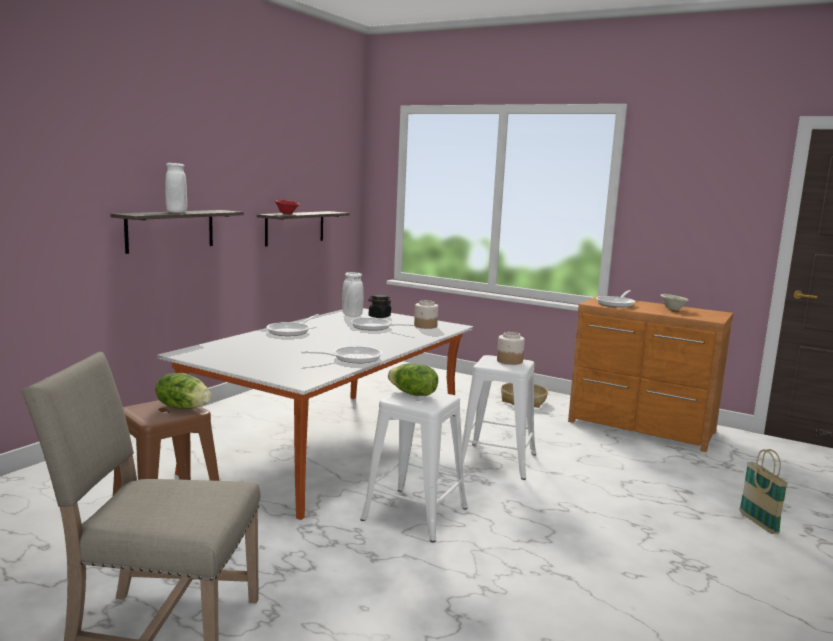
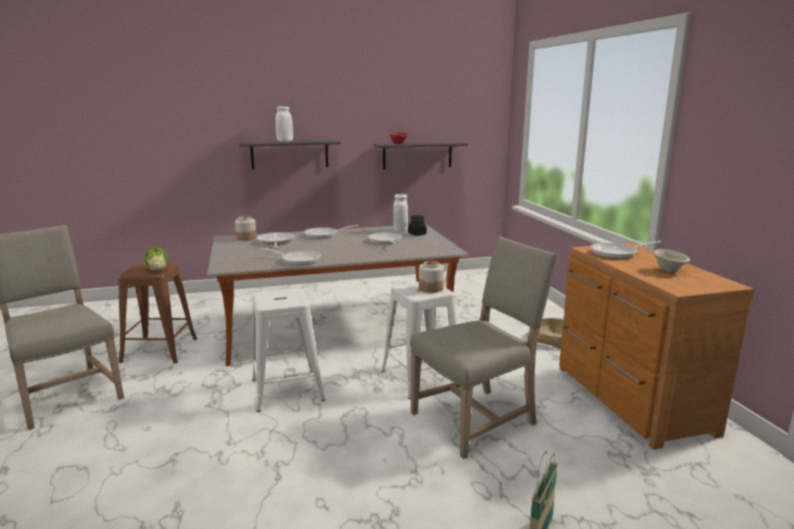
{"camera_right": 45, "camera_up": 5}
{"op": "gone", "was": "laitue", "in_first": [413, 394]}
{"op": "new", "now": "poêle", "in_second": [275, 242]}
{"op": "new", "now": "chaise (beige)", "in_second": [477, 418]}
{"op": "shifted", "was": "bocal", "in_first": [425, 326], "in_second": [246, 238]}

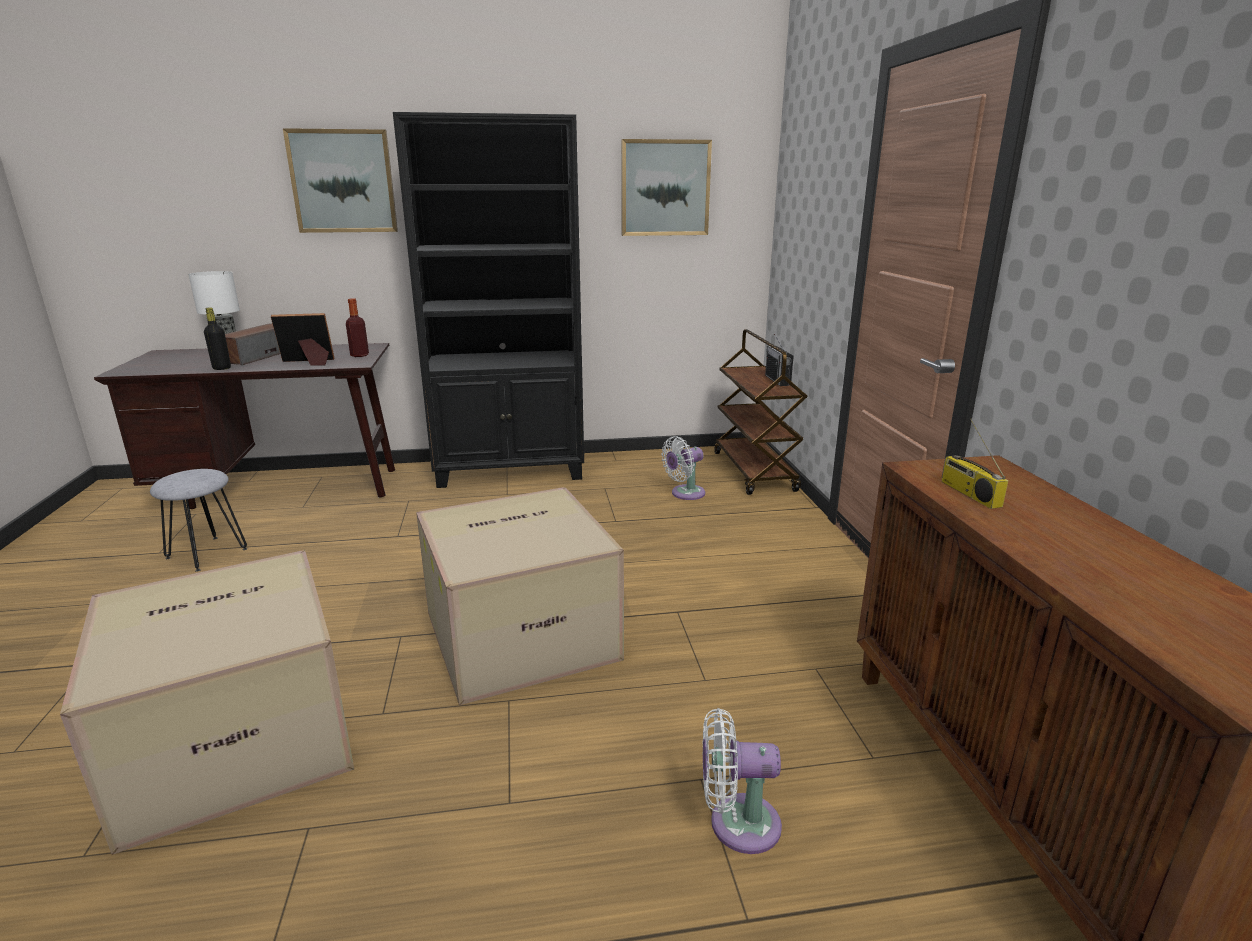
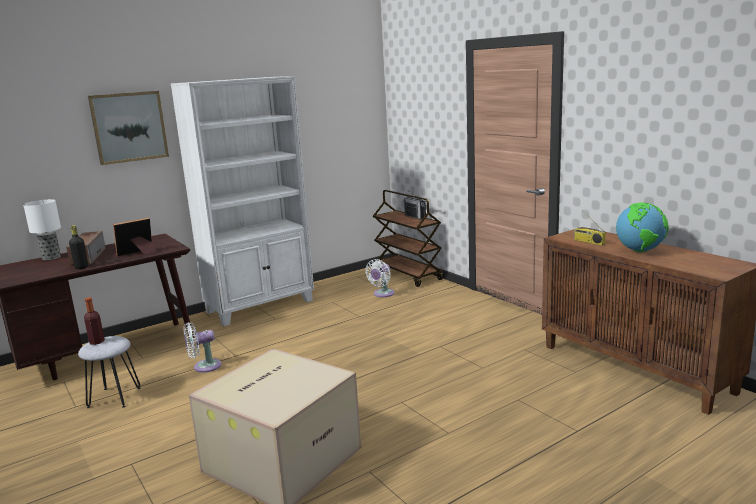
{"camera_right": -25, "camera_up": -5}
{"op": "gone", "was": "carton", "in_first": [522, 633]}
{"op": "gone", "was": "tableau", "in_first": [665, 188]}
{"op": "new", "now": "globe", "in_second": [640, 251]}
{"op": "shifted", "was": "bouteille", "in_first": [359, 355], "in_second": [97, 342]}
{"op": "shifted", "was": "ventilateur (blanc)", "in_first": [737, 823], "in_second": [204, 367]}
{"op": "repainted", "was": "bibliothèque (noir)", "now": "bibliothèque (blanc)", "in_first": [511, 471], "in_second": [261, 306]}

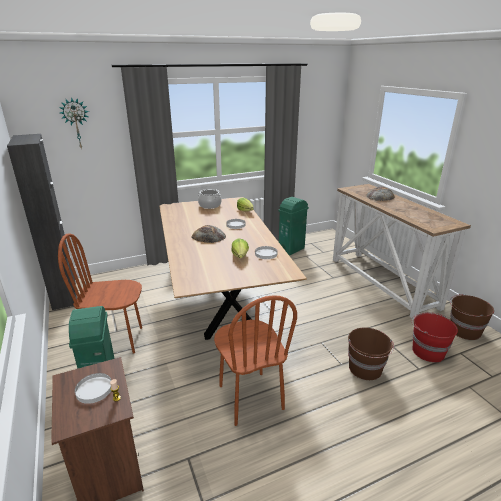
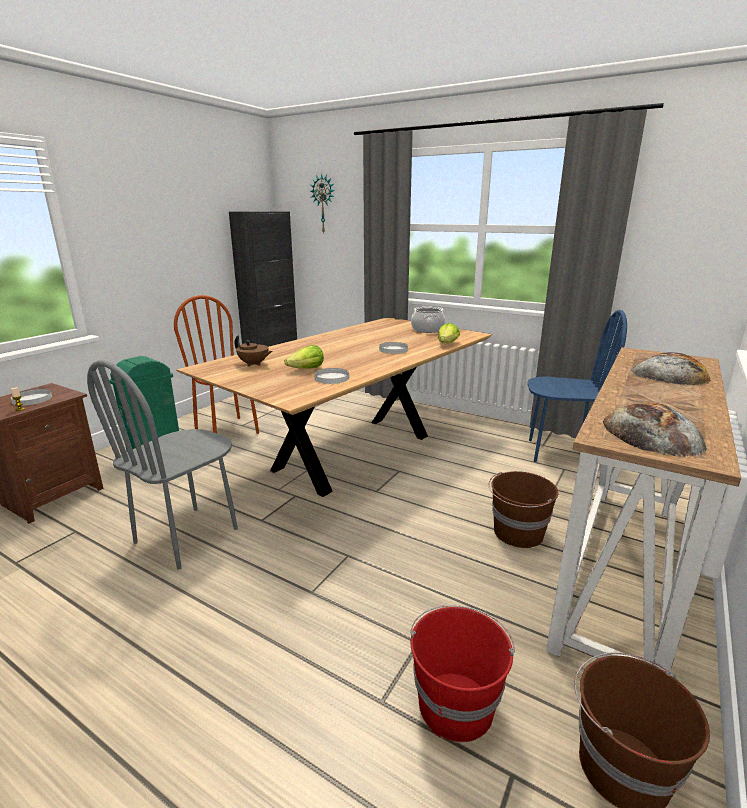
{"camera_right": 55, "camera_up": -5}
{"op": "new", "now": "théière (marron)", "in_second": [254, 364]}
{"op": "shifted", "was": "pain", "in_first": [208, 236], "in_second": [651, 434]}
{"op": "shifted", "was": "seau (marron)", "in_first": [365, 369], "in_second": [517, 533]}
{"op": "swapped", "was": "poubelle (vert)", "now": "chaise (bleu)", "in_first": [291, 249], "in_second": [559, 452]}
{"op": "repainted", "was": "chaise (marron)", "now": "chaise (gris)", "in_first": [250, 397], "in_second": [187, 536]}

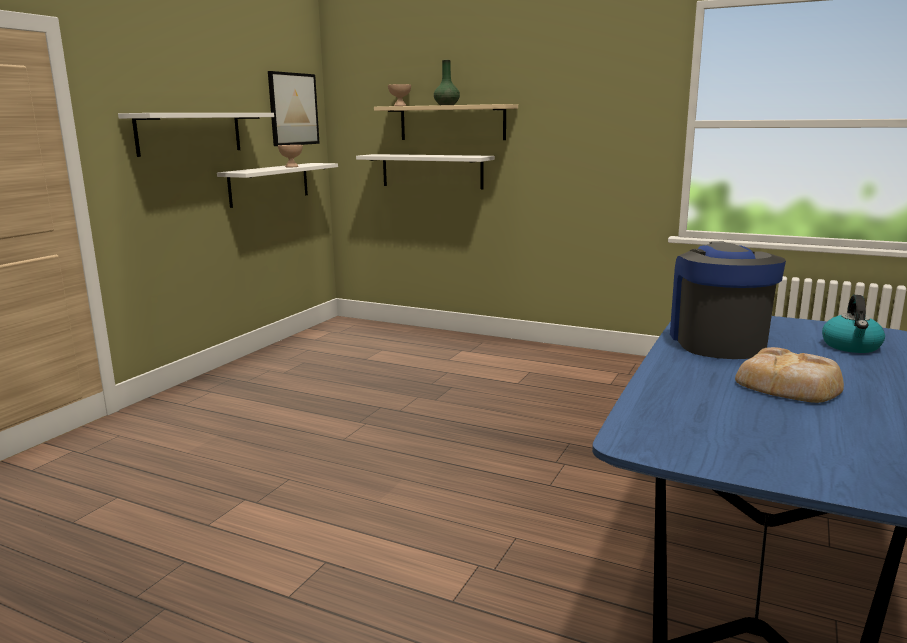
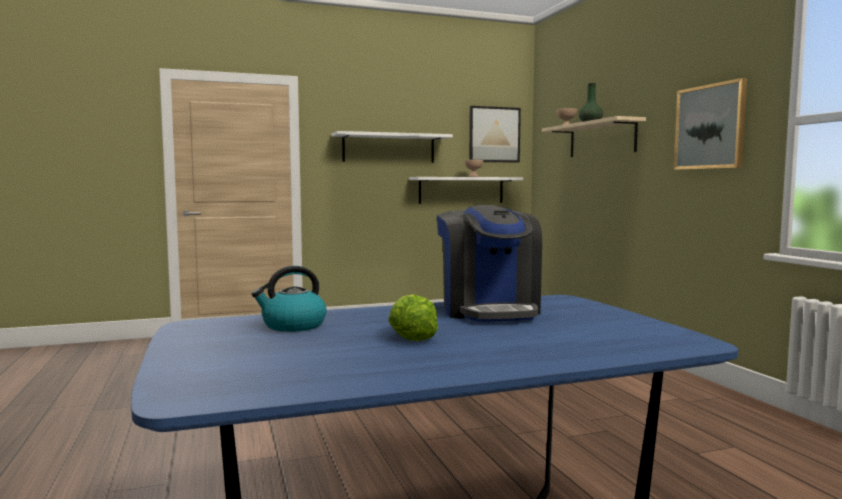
{"camera_right": 45, "camera_up": -10}
{"op": "gone", "was": "étagère (blanc)", "in_first": [432, 171]}
{"op": "new", "now": "tableau", "in_second": [710, 127]}
{"op": "shifted", "was": "bouilloire", "in_first": [851, 346], "in_second": [293, 326]}
{"op": "swapped", "was": "pain", "now": "laitue", "in_first": [790, 385], "in_second": [411, 336]}
{"op": "rotated", "was": "machine à café", "in_first": [717, 342], "in_second": [489, 310], "clockwise": 120}

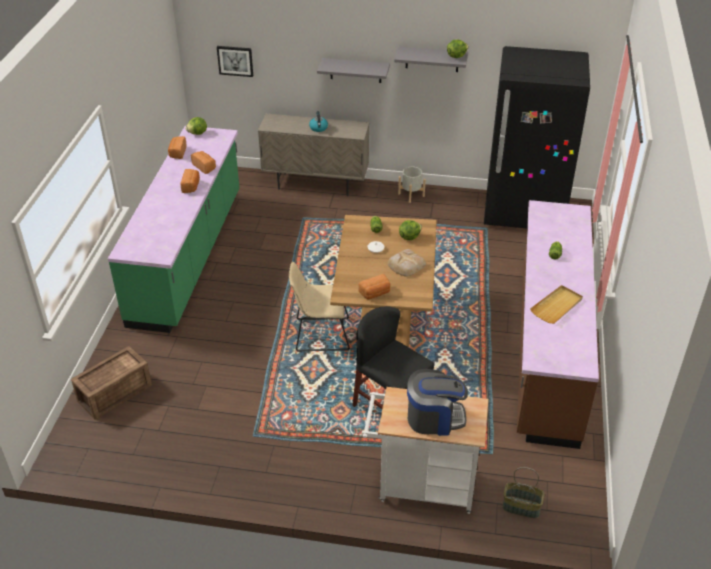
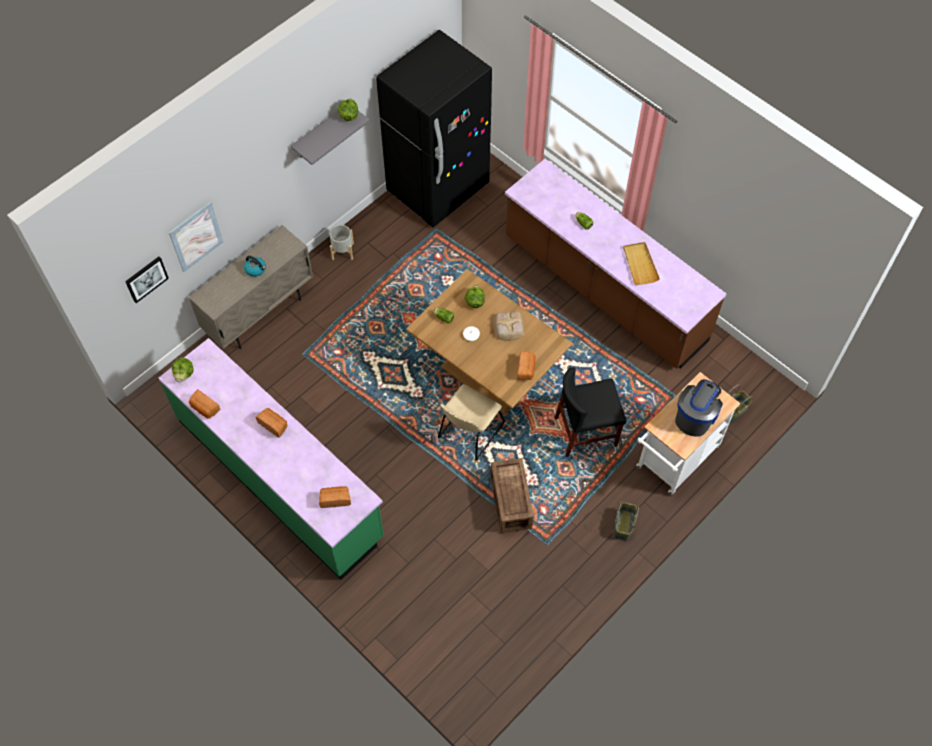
{"camera_right": -55, "camera_up": 20}
{"op": "gone", "was": "étagère (gris)", "in_first": [355, 70]}
{"op": "new", "now": "tableau", "in_second": [196, 236]}
{"op": "new", "now": "panier", "in_second": [623, 525]}
{"op": "shifted", "was": "caisse", "in_first": [113, 393], "in_second": [510, 502]}
{"op": "shifted", "was": "pain", "in_first": [205, 167], "in_second": [335, 499]}

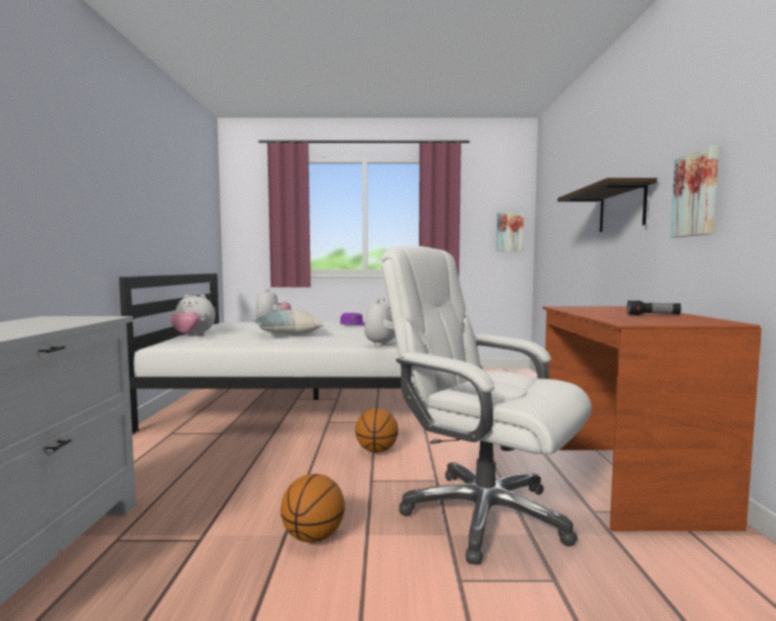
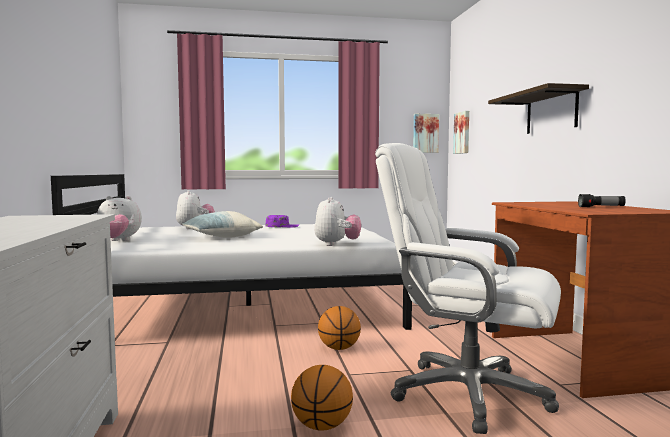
{"camera_right": -10, "camera_up": 0}
{"op": "shifted", "was": "tableau", "in_first": [697, 194], "in_second": [462, 133]}

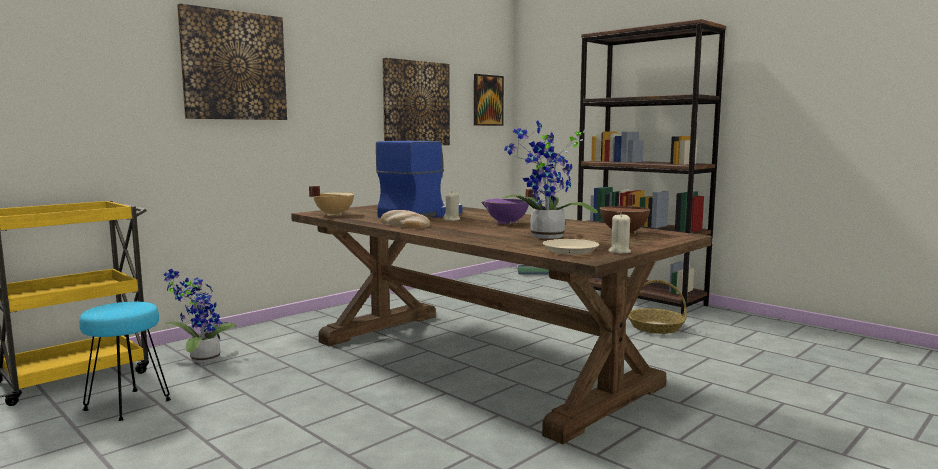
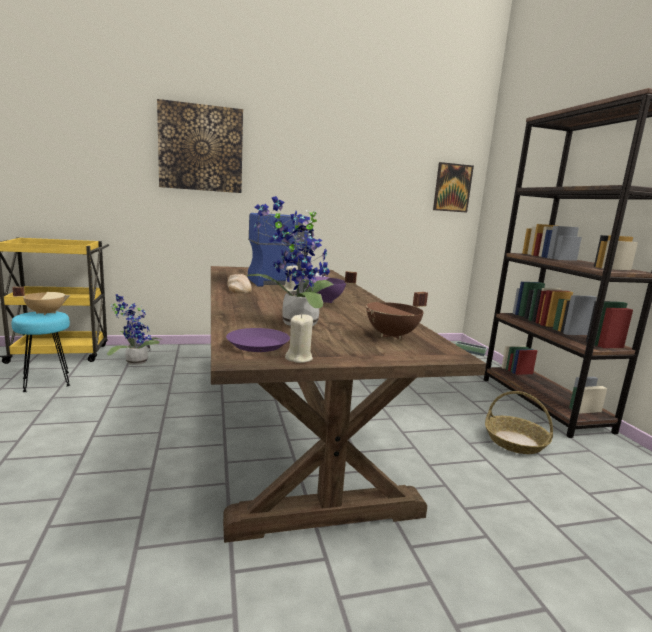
{"camera_right": 30, "camera_up": 5}
{"op": "gone", "was": "tableau", "in_first": [416, 103]}
{"op": "shifted", "was": "marmite (beige)", "in_first": [333, 214], "in_second": [45, 313]}
{"op": "repainted", "was": "assiette (beige)", "now": "assiette (violet)", "in_first": [569, 251], "in_second": [257, 344]}

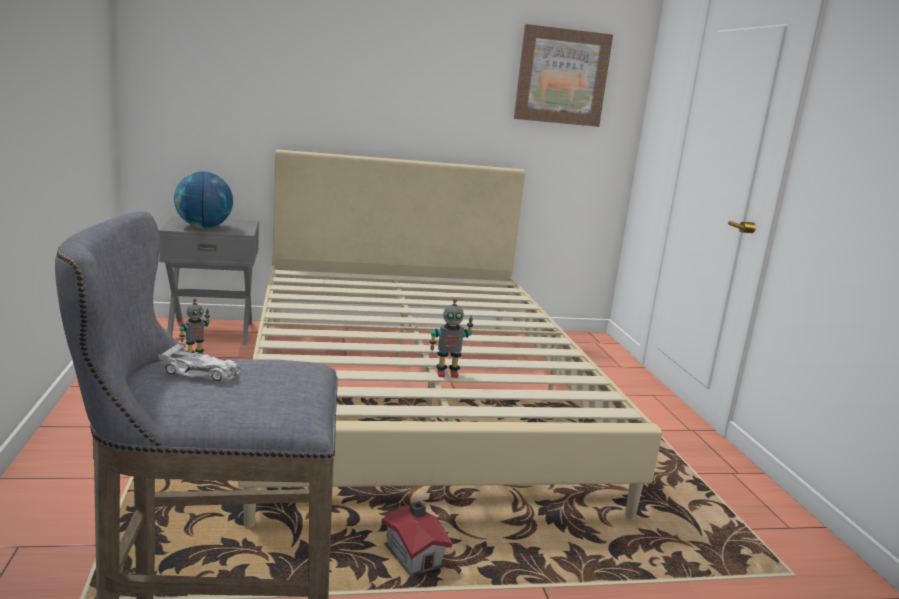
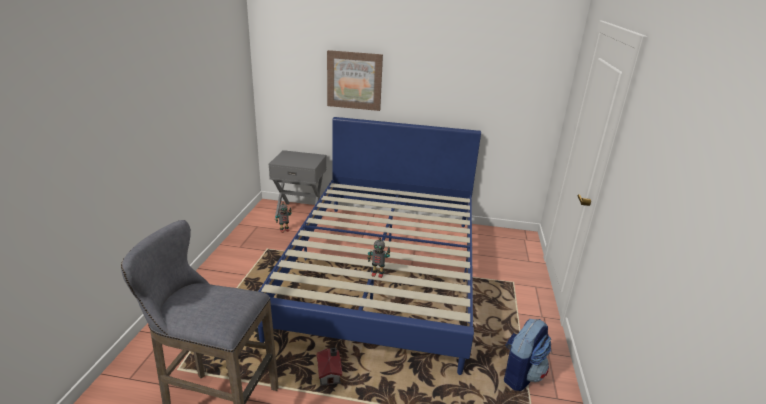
{"camera_right": 20, "camera_up": 10}
{"op": "gone", "was": "petite voiture (blanc)", "in_first": [202, 372]}
{"op": "gone", "was": "globe", "in_first": [203, 227]}
{"op": "new", "now": "sac à dos", "in_second": [521, 374]}
{"op": "shifted", "was": "tableau", "in_first": [561, 76], "in_second": [354, 80]}
{"op": "repainted", "was": "lit (beige)", "now": "lit (bleu)", "in_first": [413, 398], "in_second": [384, 271]}

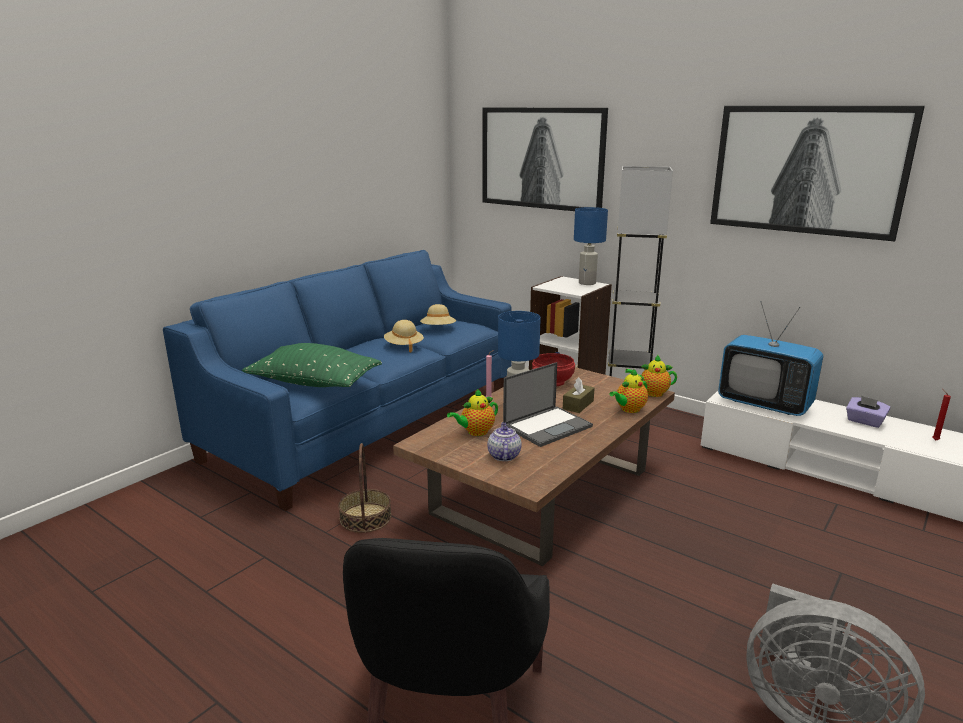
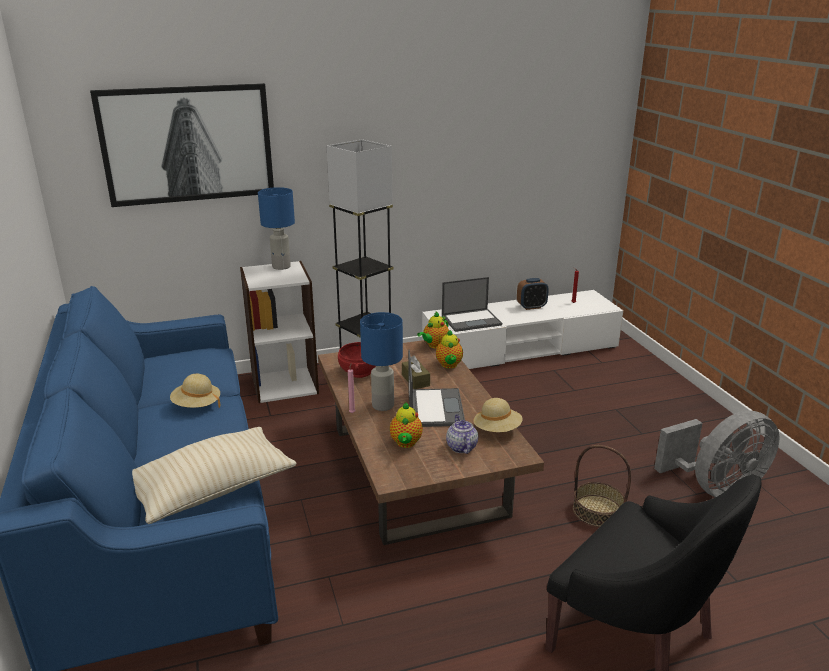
{"camera_right": -55, "camera_up": 5}
{"op": "gone", "was": "tableau", "in_first": [807, 170]}
{"op": "shifted", "was": "panier", "in_first": [365, 517], "in_second": [597, 511]}
{"op": "shifted", "was": "chapeau (beige)", "in_first": [438, 329], "in_second": [497, 430]}
{"op": "swapped", "was": "téléviseur", "now": "ordinateur portable", "in_first": [764, 404], "in_second": [472, 320]}
{"op": "swapped", "was": "boîte à mouchoirs (violet)", "now": "réveil", "in_first": [864, 421], "in_second": [531, 307]}
{"op": "repainted", "was": "coussin (vert)", "now": "coussin (beige)", "in_first": [314, 383], "in_second": [211, 489]}
{"op": "rotated", "was": "théière", "in_first": [503, 455], "in_second": [461, 447], "clockwise": 45}

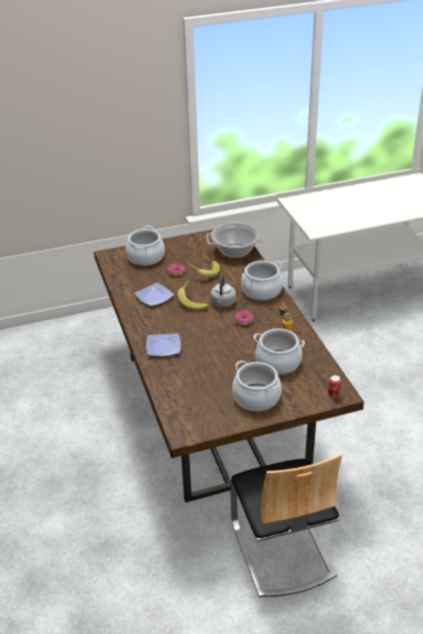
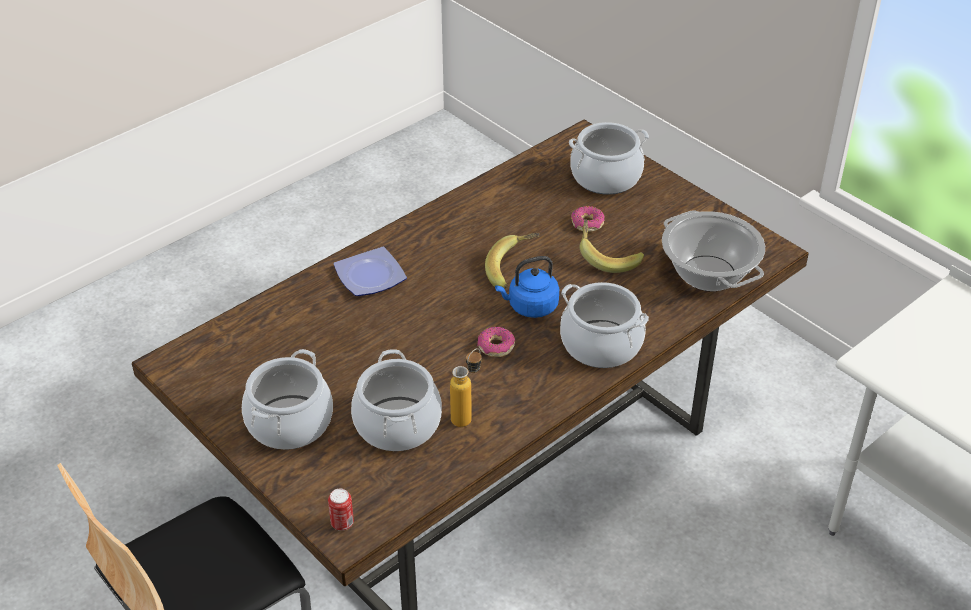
{"camera_right": 65, "camera_up": 5}
{"op": "gone", "was": "assiette", "in_first": [154, 296]}
{"op": "repainted", "was": "bouilloire (gris)", "now": "bouilloire (bleu)", "in_first": [223, 304], "in_second": [530, 307]}

